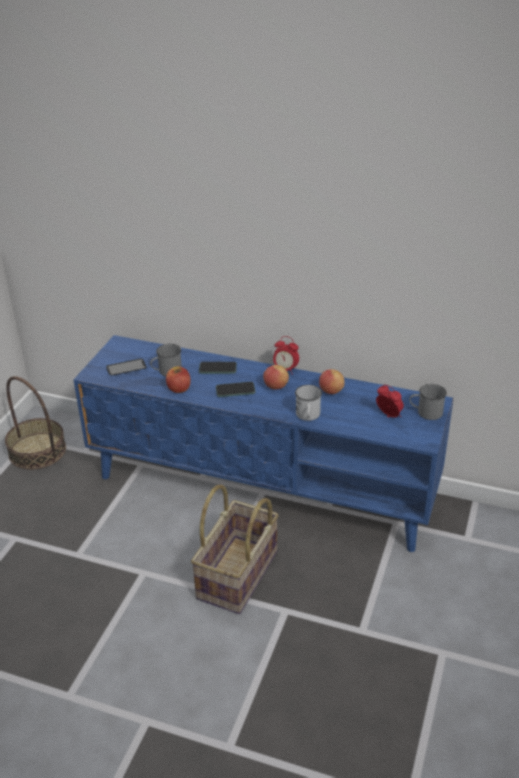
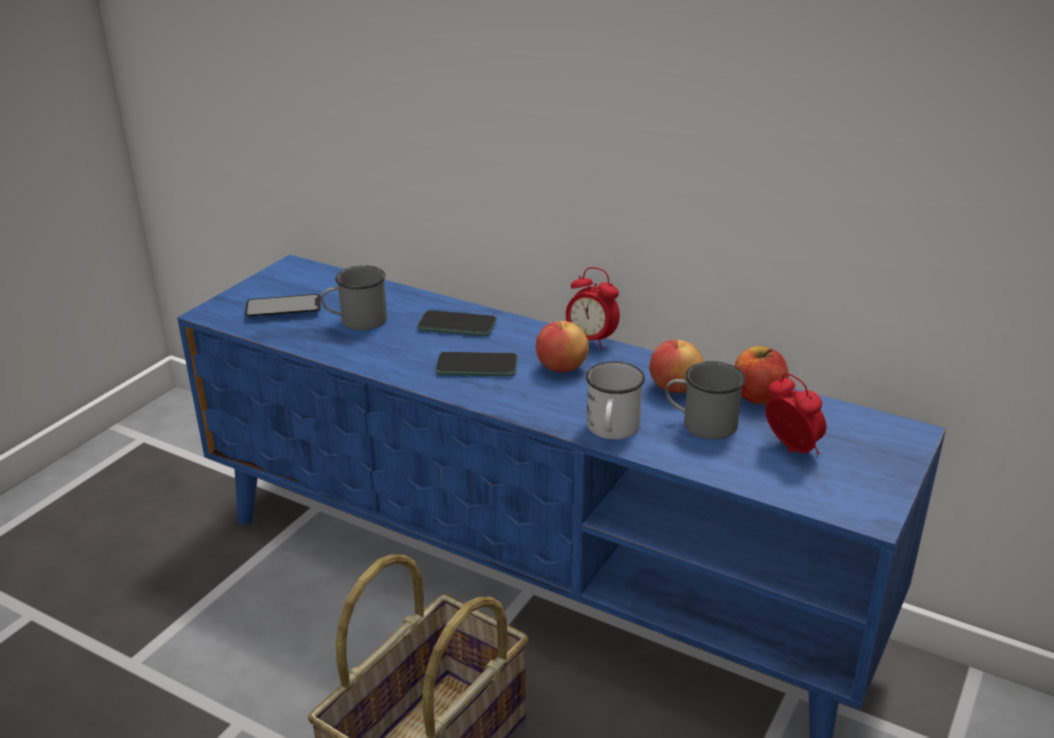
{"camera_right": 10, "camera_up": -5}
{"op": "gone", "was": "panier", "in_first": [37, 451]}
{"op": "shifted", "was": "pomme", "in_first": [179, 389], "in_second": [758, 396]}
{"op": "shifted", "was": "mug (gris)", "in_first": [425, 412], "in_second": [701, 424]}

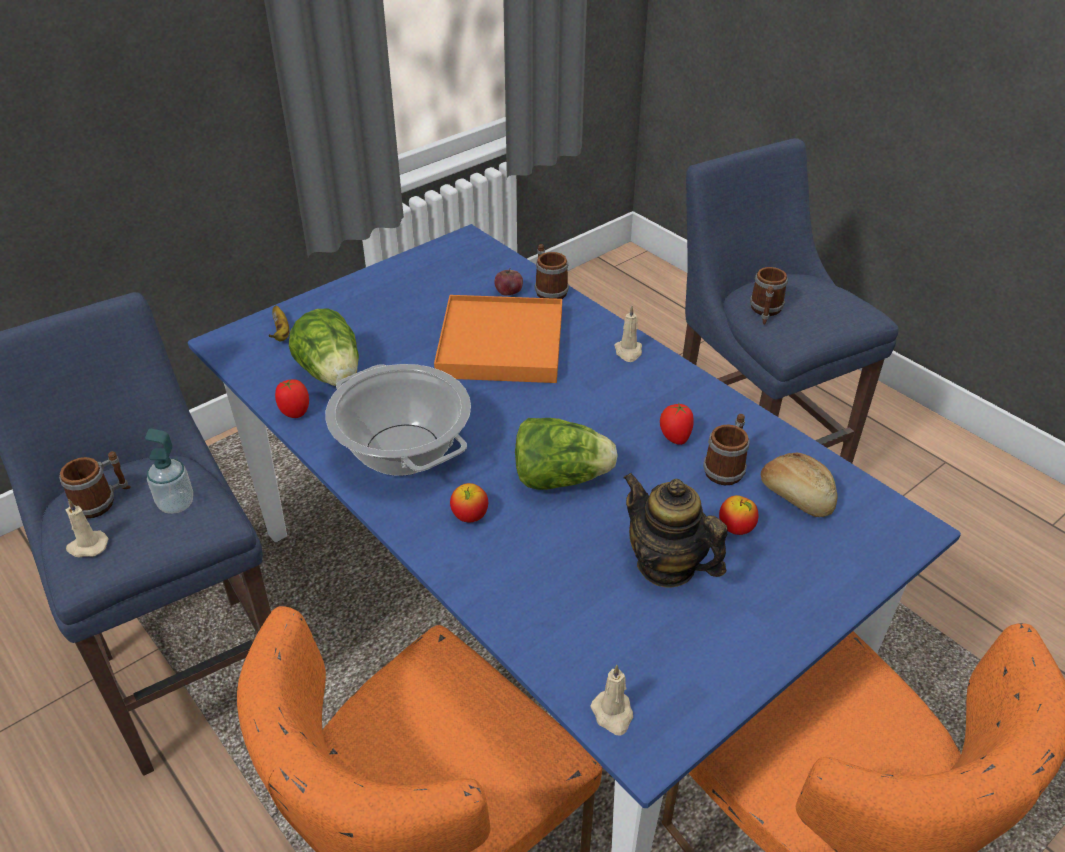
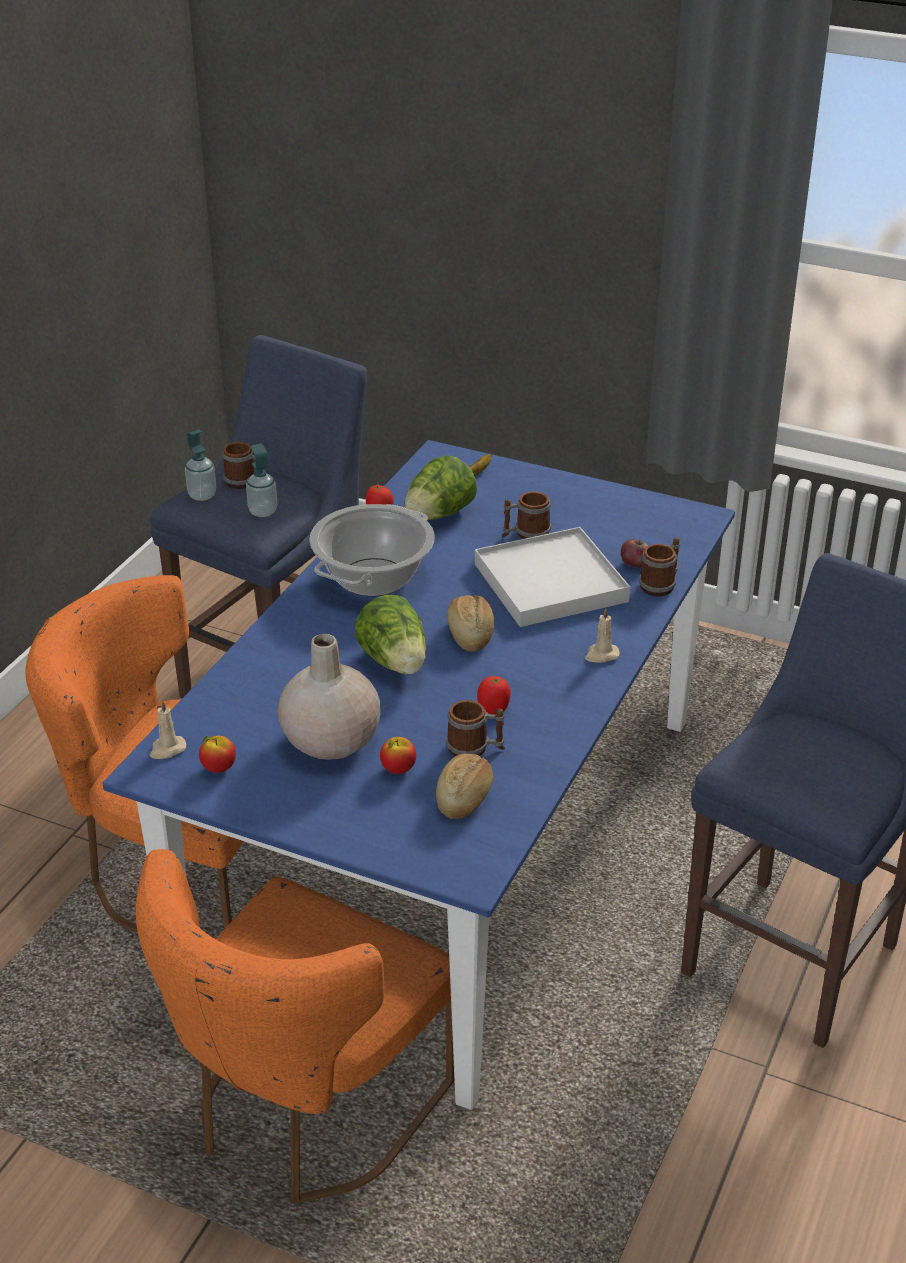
{"camera_right": 65, "camera_up": -5}
{"op": "new", "now": "pain", "in_second": [470, 634]}
{"op": "shifted", "was": "pomme", "in_first": [470, 517], "in_second": [218, 768]}
{"op": "shifted", "was": "mug", "in_first": [765, 311], "in_second": [526, 534]}
{"op": "swapped", "was": "bougie (beige)", "now": "distributeur de savon", "in_first": [87, 546], "in_second": [202, 495]}
{"op": "swapped", "was": "théière", "now": "vase (beige)", "in_first": [666, 565], "in_second": [330, 741]}
{"op": "repainted", "was": "plateau (orange)", "now": "plateau (blanc)", "in_first": [501, 344], "in_second": [550, 583]}

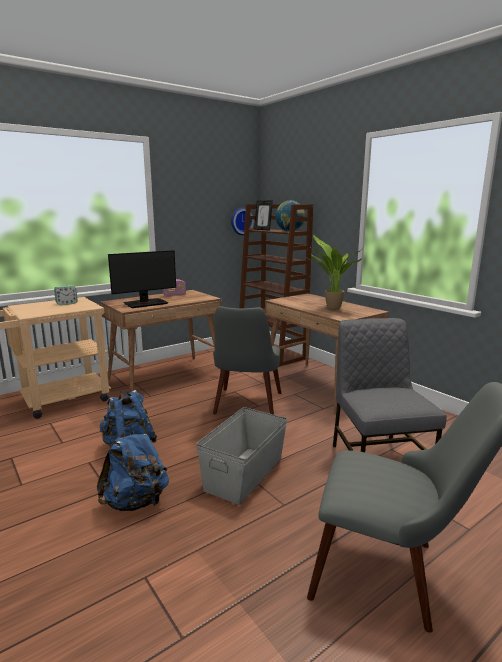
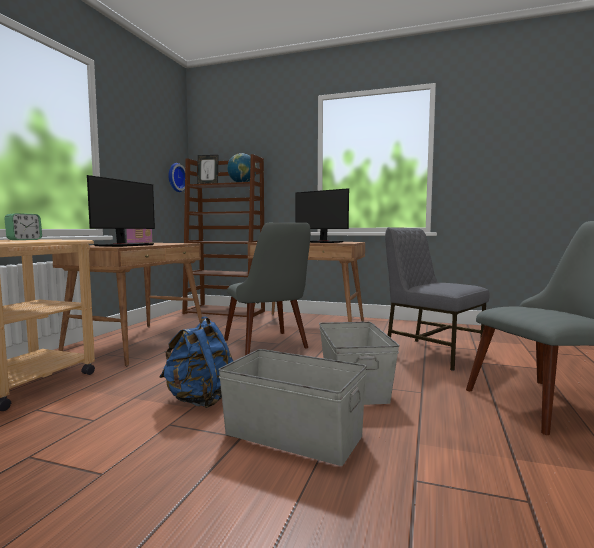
{"camera_right": -35, "camera_up": -10}
{"op": "swapped", "was": "sac à dos (bleu)", "now": "boîte de rangement (gris)", "in_first": [136, 502], "in_second": [293, 434]}
{"op": "swapped", "was": "plante en pot", "now": "écran d'ordinateur", "in_first": [331, 309], "in_second": [321, 242]}

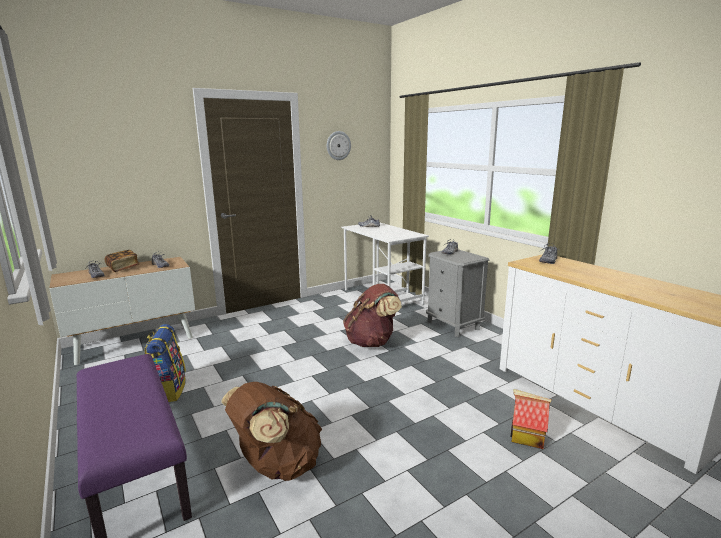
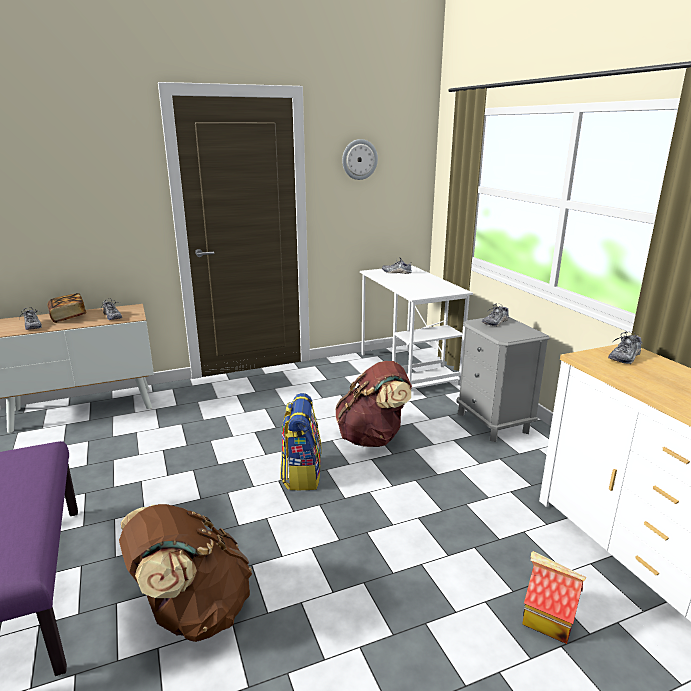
{"camera_right": 10, "camera_up": 5}
{"op": "shifted", "was": "sac à dos", "in_first": [167, 391], "in_second": [301, 474]}

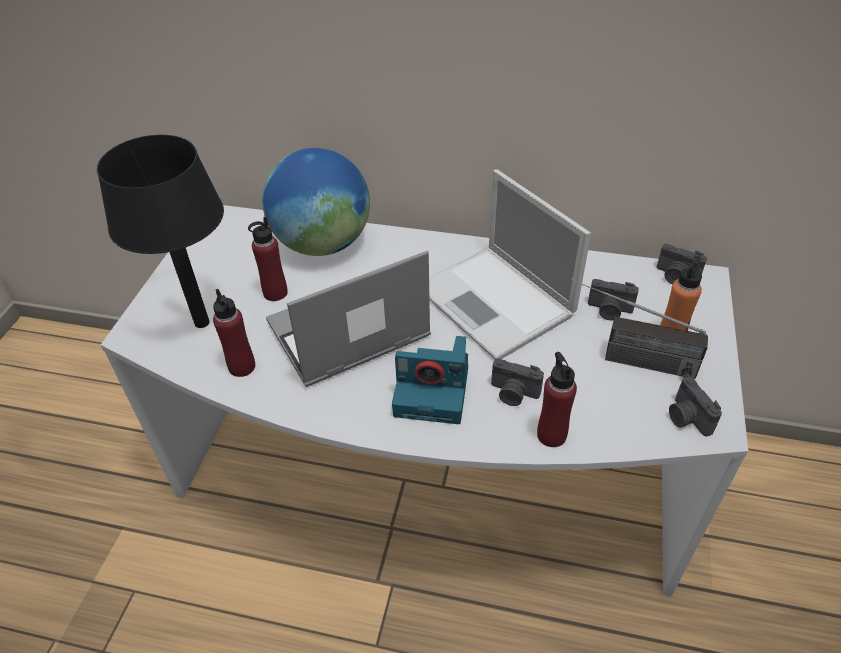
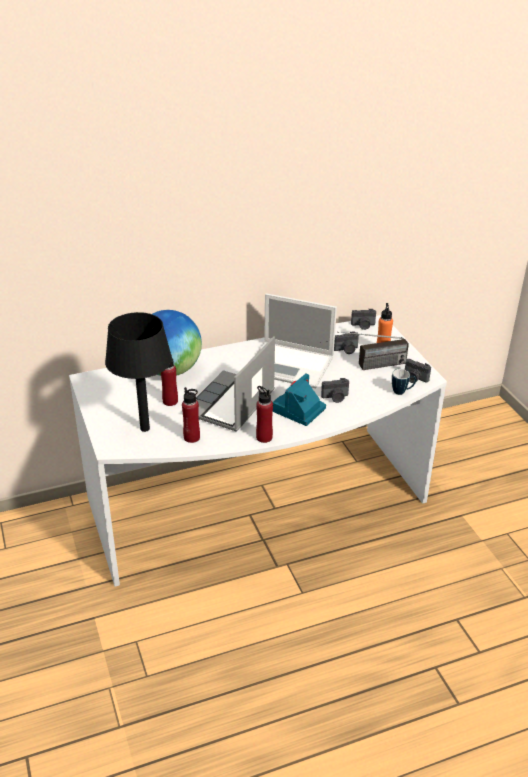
{"camera_right": -35, "camera_up": -10}
{"op": "new", "now": "mug", "in_second": [402, 392]}
{"op": "shifted", "was": "bouteille (rouge)", "in_first": [551, 435], "in_second": [264, 437]}
{"op": "rotated", "was": "appareil photo", "in_first": [434, 391], "in_second": [299, 410], "clockwise": 150}

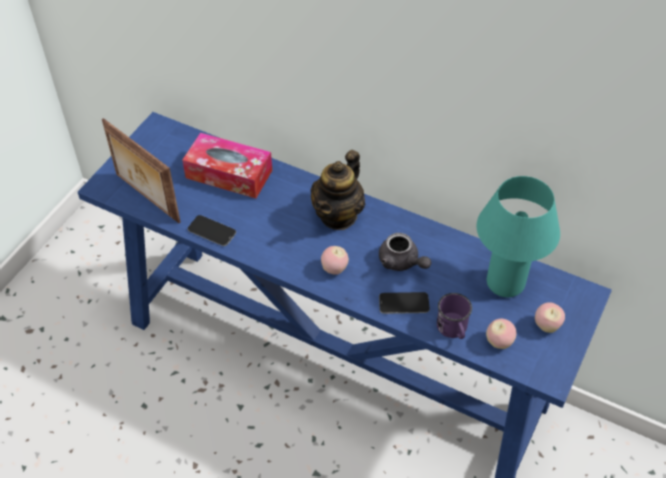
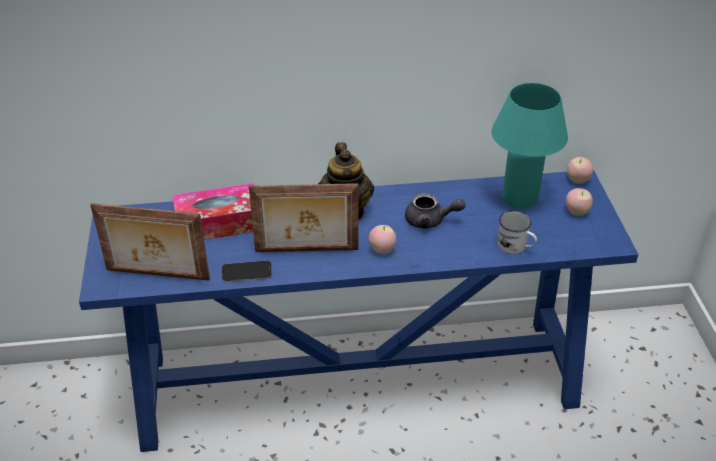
{"camera_right": -35, "camera_up": -10}
{"op": "gone", "was": "téléphone", "in_first": [404, 303]}
{"op": "new", "now": "cadre photo", "in_second": [306, 251]}
{"op": "shifted", "was": "pomme", "in_first": [499, 342], "in_second": [577, 180]}
{"op": "repainted", "was": "mug (violet)", "now": "mug (blanc)", "in_first": [453, 330], "in_second": [516, 247]}

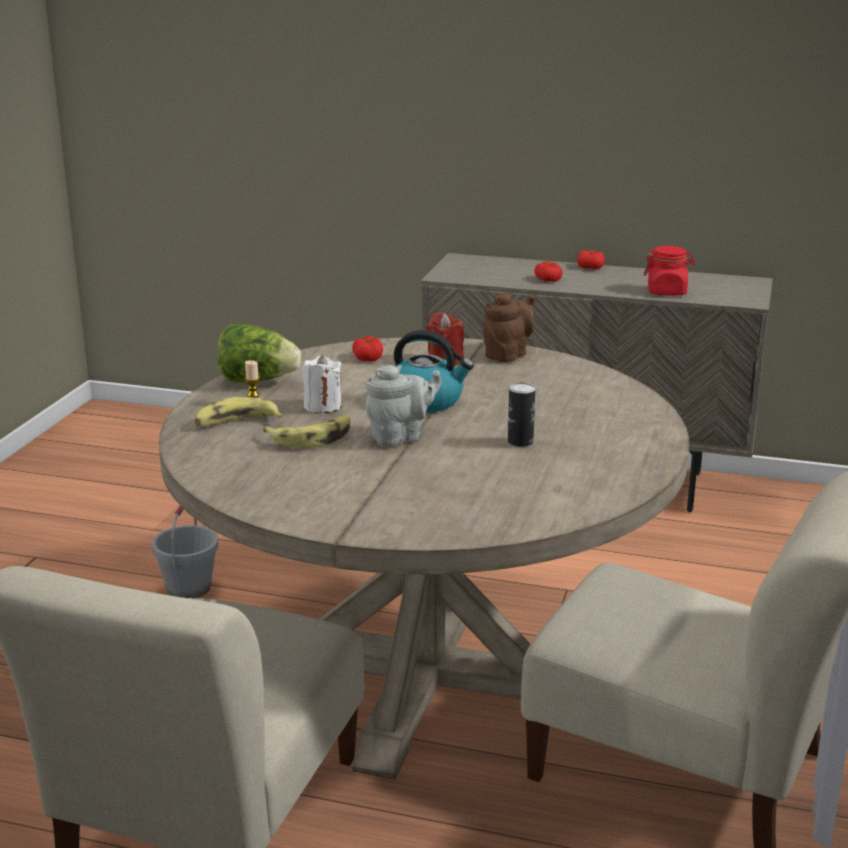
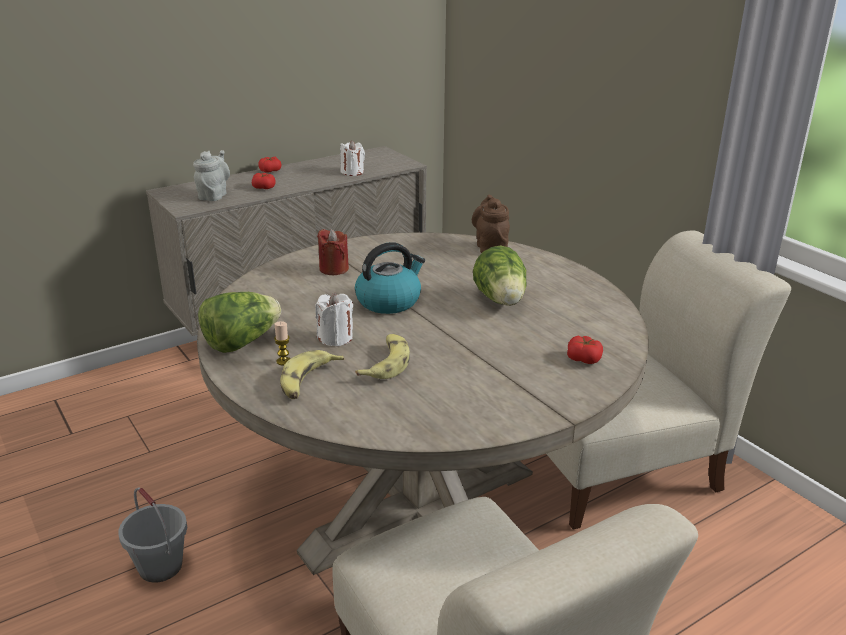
{"camera_right": -50, "camera_up": 5}
{"op": "shifted", "was": "tomate", "in_first": [368, 358], "in_second": [583, 358]}
{"op": "shifted", "was": "théière (gris)", "in_first": [400, 437], "in_second": [214, 195]}
{"op": "shifted", "was": "théière (marron)", "in_first": [508, 354], "in_second": [490, 247]}
{"op": "swapped", "was": "boîte métallique", "now": "laitue", "in_first": [520, 442], "in_second": [501, 301]}
{"op": "swapped", "was": "bocal (rouge)", "now": "bougie (blanc)", "in_first": [667, 292], "in_second": [352, 172]}

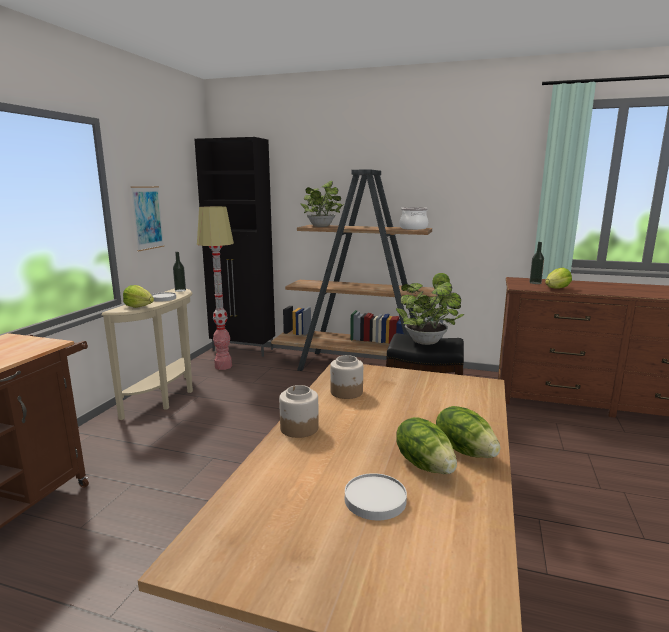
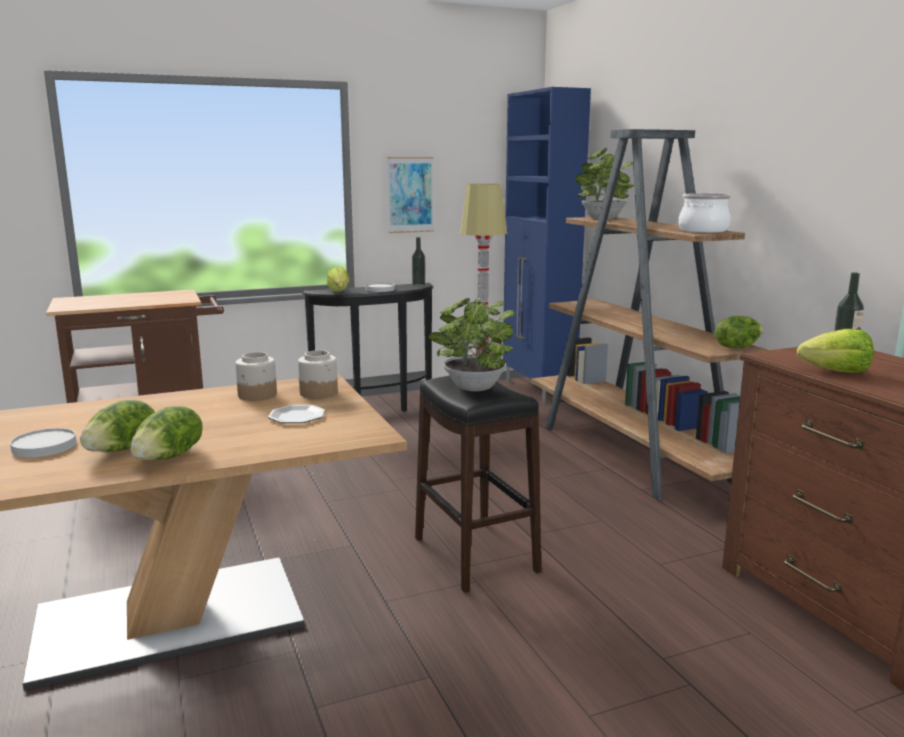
{"camera_right": 50, "camera_up": 0}
{"op": "new", "now": "assiette", "in_second": [296, 416]}
{"op": "shifted", "was": "bocal", "in_first": [299, 428], "in_second": [319, 393]}
{"op": "repainted", "was": "table console (beige)", "now": "table console (noir)", "in_first": [167, 397], "in_second": [377, 408]}
{"op": "repainted", "was": "meuble de rangement (noir)", "now": "meuble de rangement (bleu)", "in_first": [243, 350], "in_second": [538, 390]}

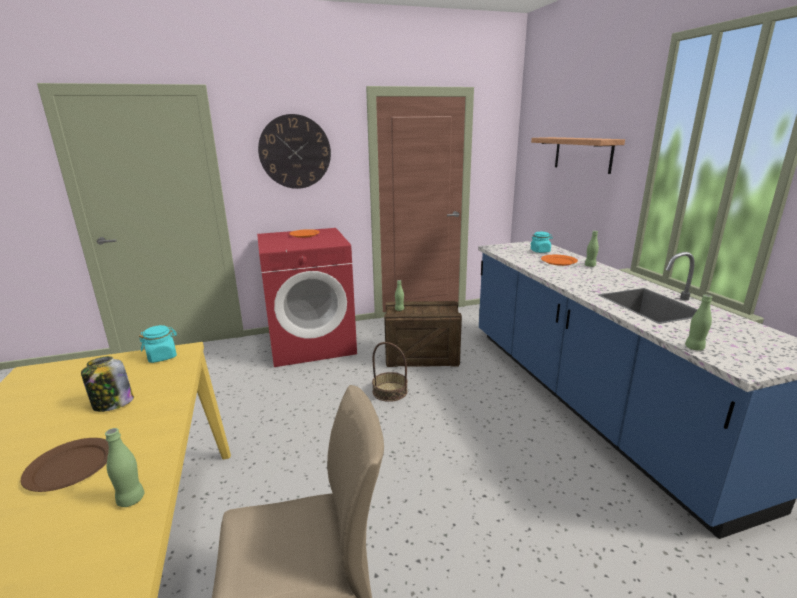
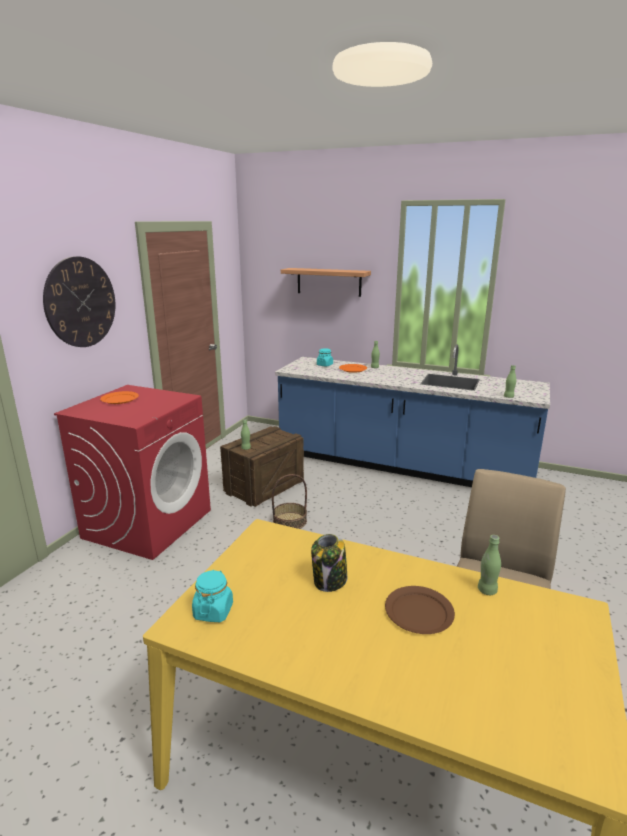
{"camera_right": -50, "camera_up": 0}
{"op": "shifted", "was": "bocal (turquoise)", "in_first": [162, 357], "in_second": [213, 611]}

